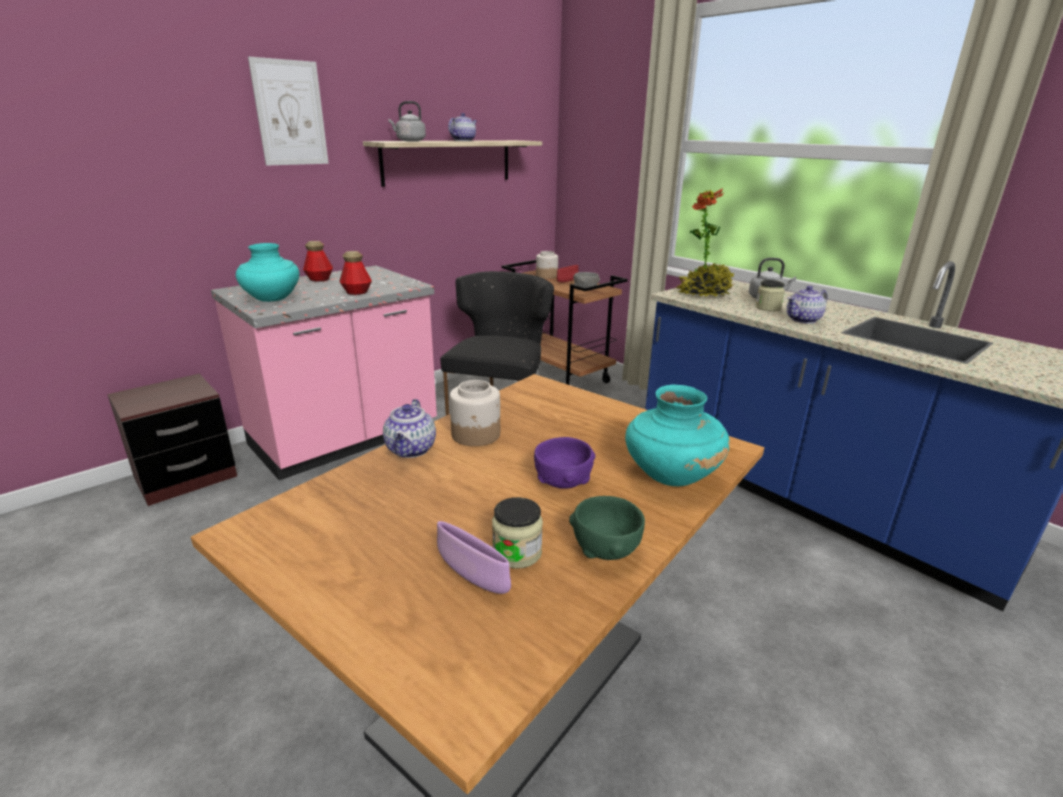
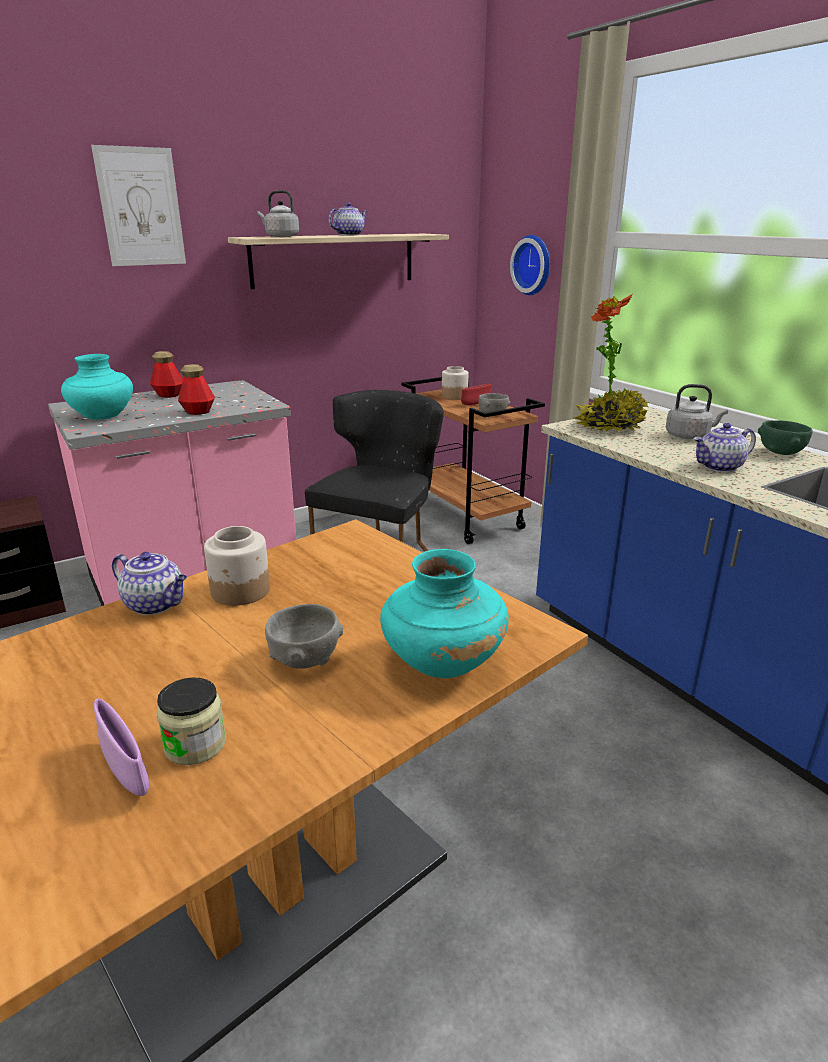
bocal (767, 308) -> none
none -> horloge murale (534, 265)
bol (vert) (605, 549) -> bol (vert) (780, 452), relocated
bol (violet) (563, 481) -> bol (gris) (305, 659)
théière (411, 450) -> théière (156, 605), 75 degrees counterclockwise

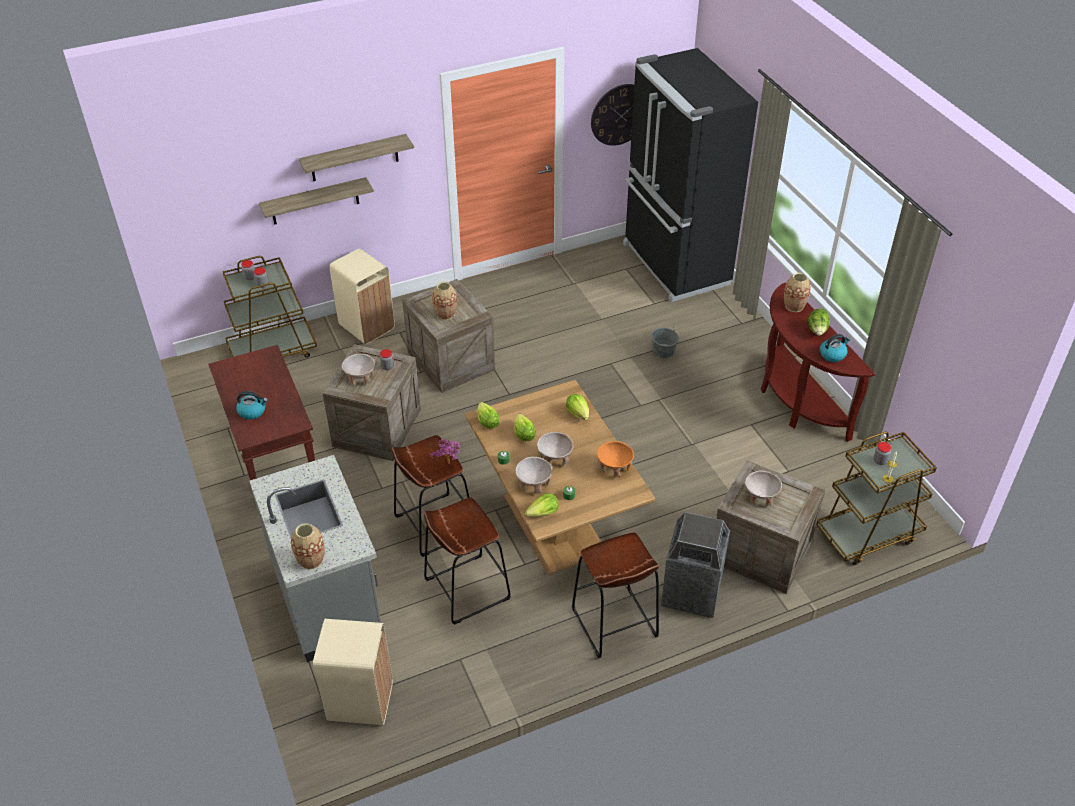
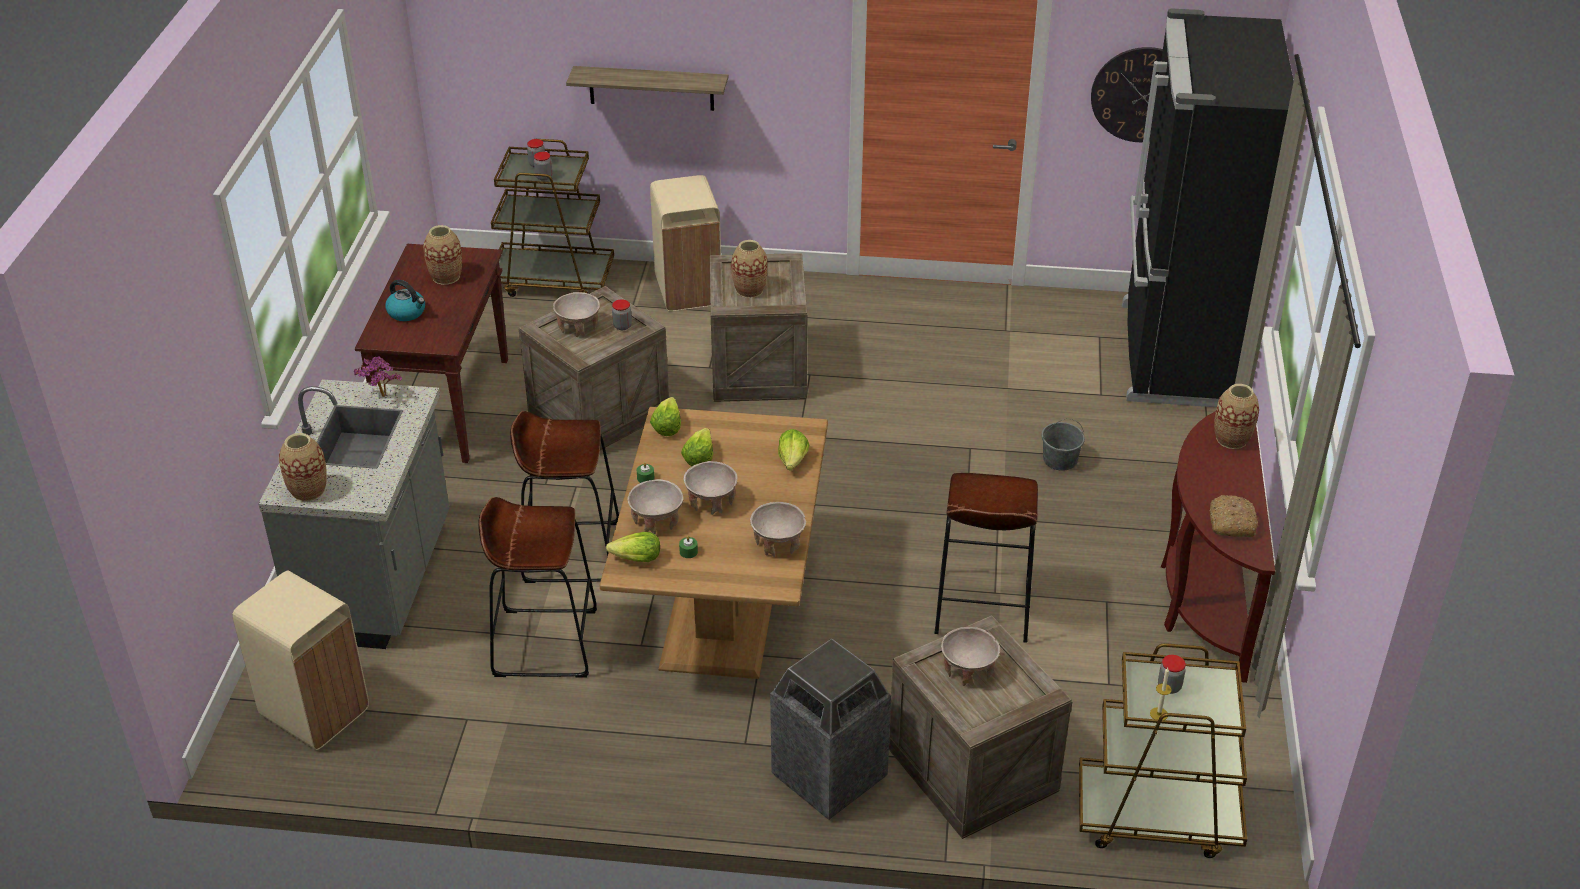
étagère (354, 158) -> none
laitue (817, 331) -> none
none -> vase (446, 277)
plante en pot (449, 465) -> plante en pot (381, 398), relocated
tabouret (marron) (614, 623) -> tabouret (marron) (982, 607), relocated
bouilloire (832, 354) -> pain (1230, 522)
bol (orange) (614, 468) -> bol (beige) (778, 543)

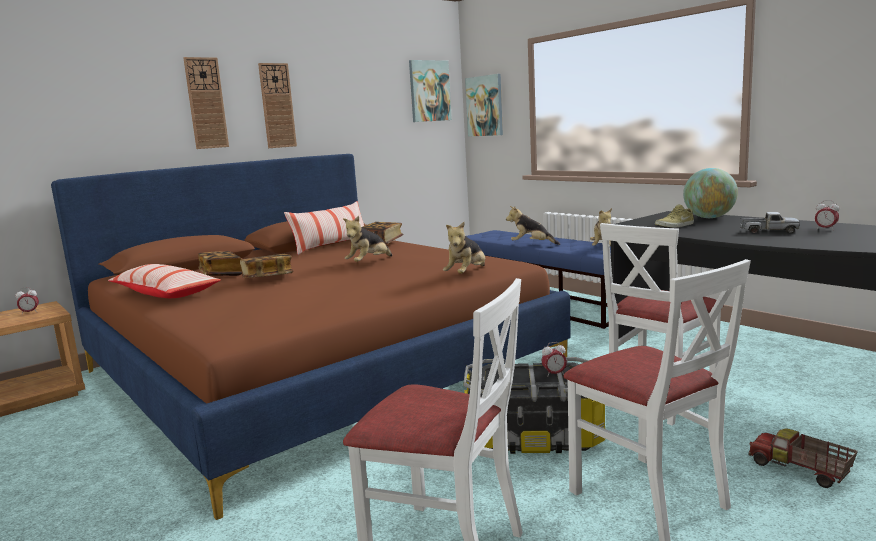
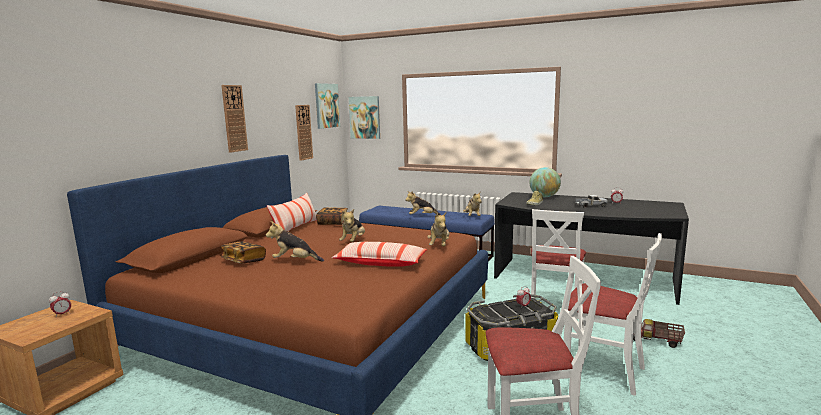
coussin (165, 293) -> coussin (380, 263), relocated
horloge murale (206, 103) -> horloge murale (303, 132), relocated
livre (268, 278) -> peluche (295, 261)

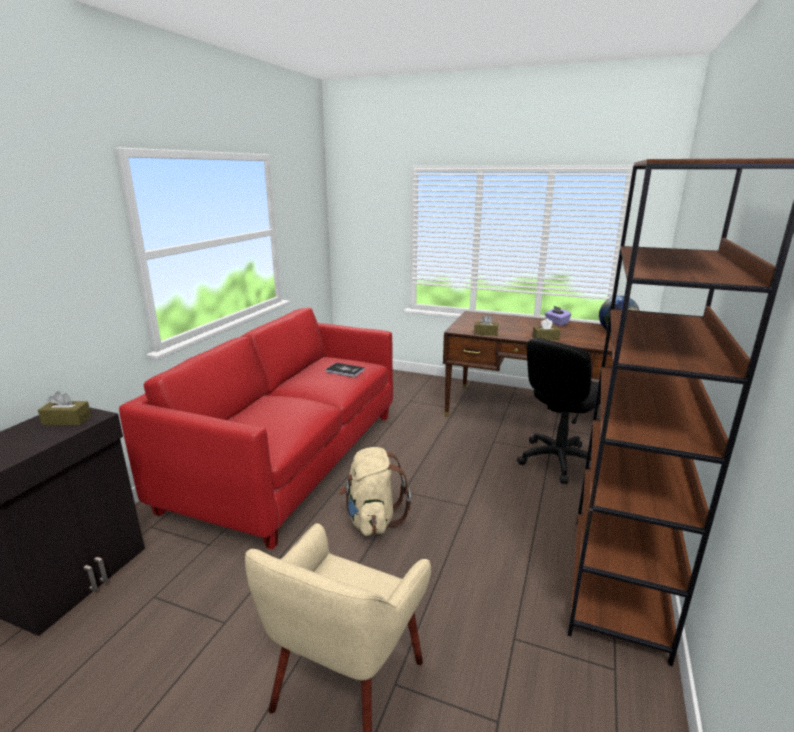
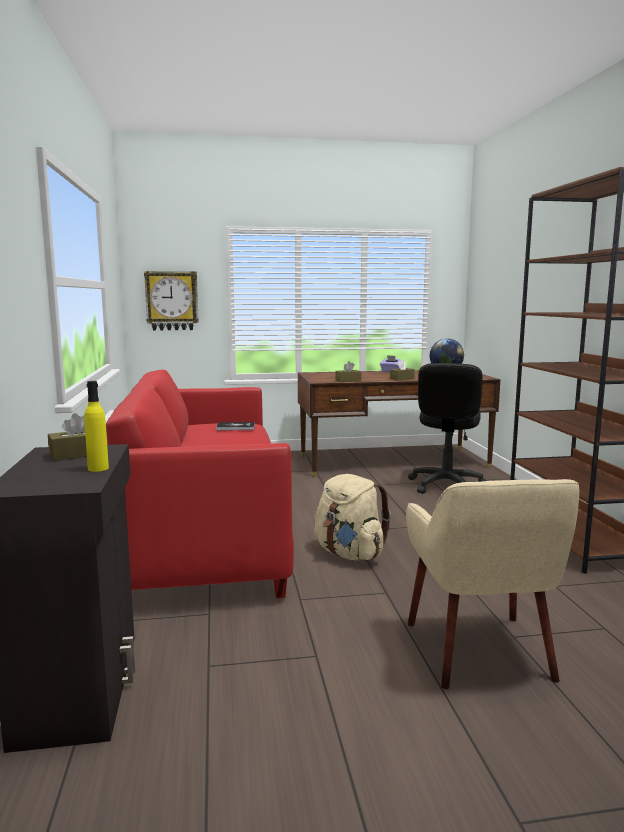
none -> bouteille (jaune) (98, 468)
none -> horloge murale (172, 301)

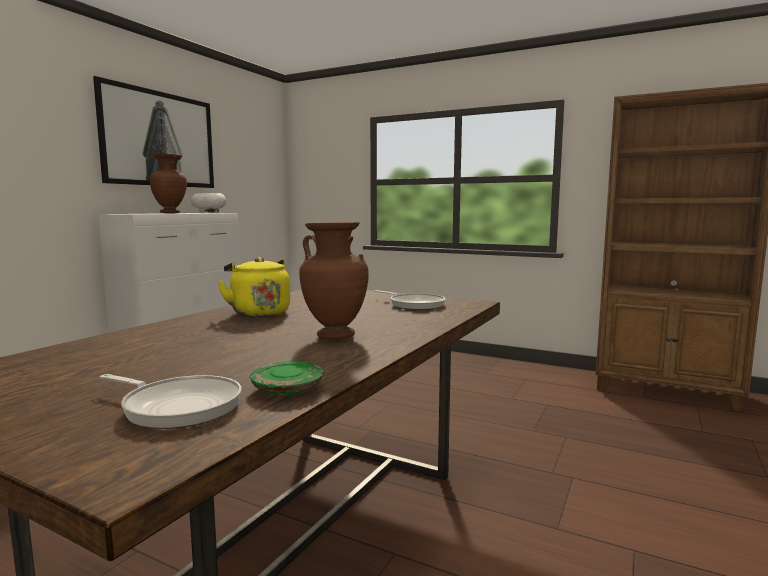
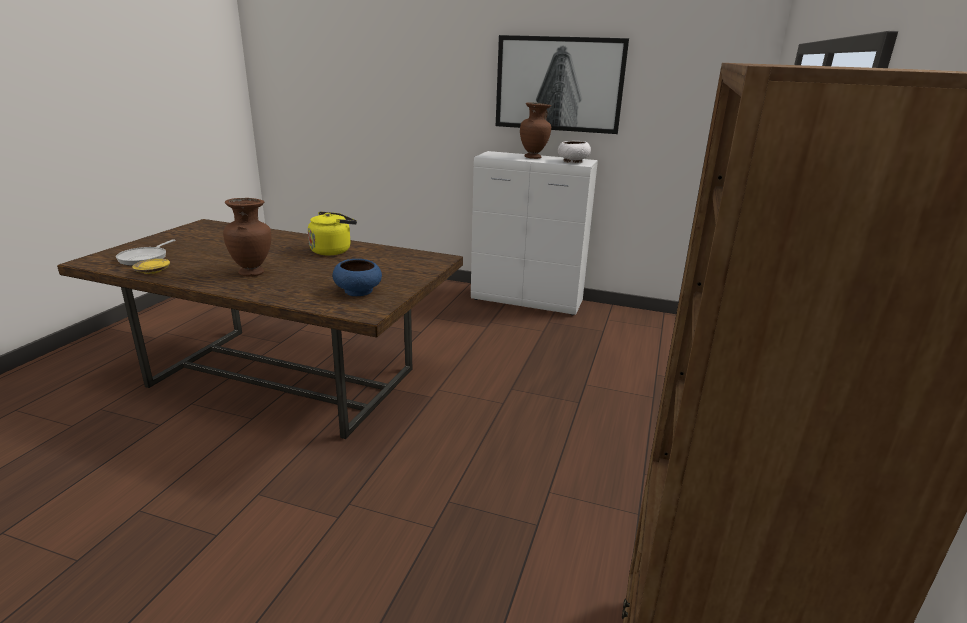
poêle (414, 305) -> bol (bleu) (358, 291)
assiette (vert) (288, 389) -> assiette (jaune) (152, 271)

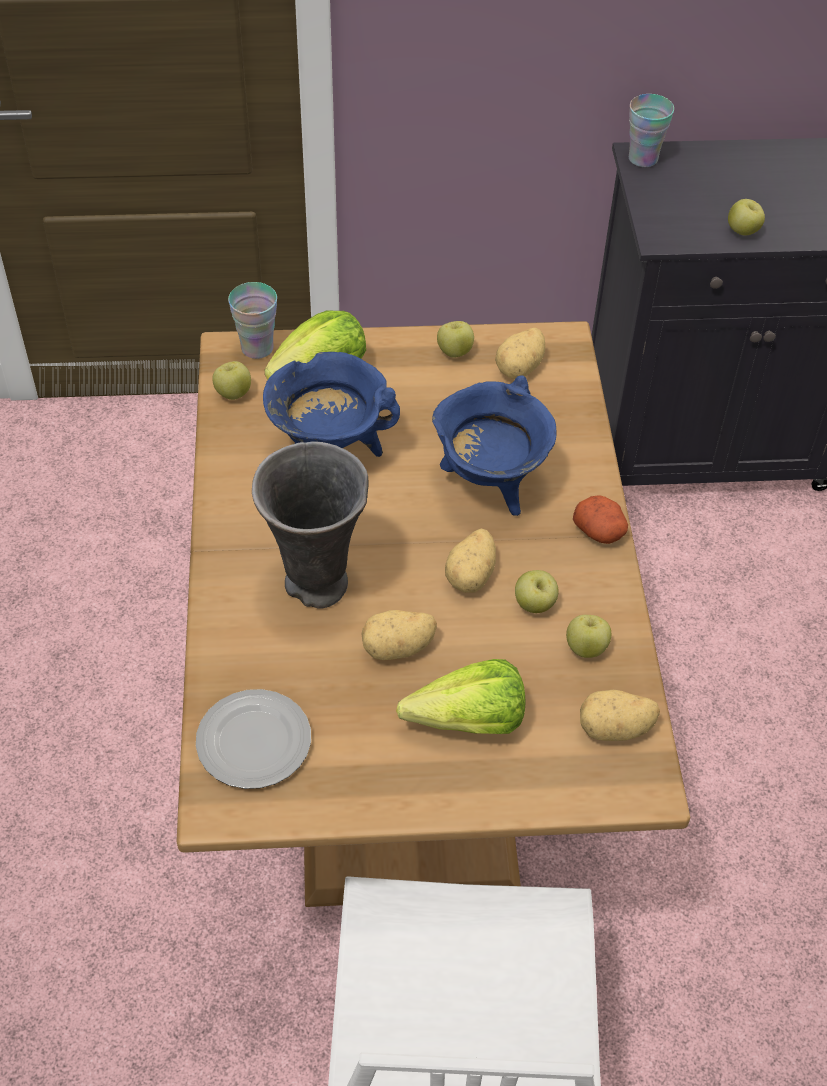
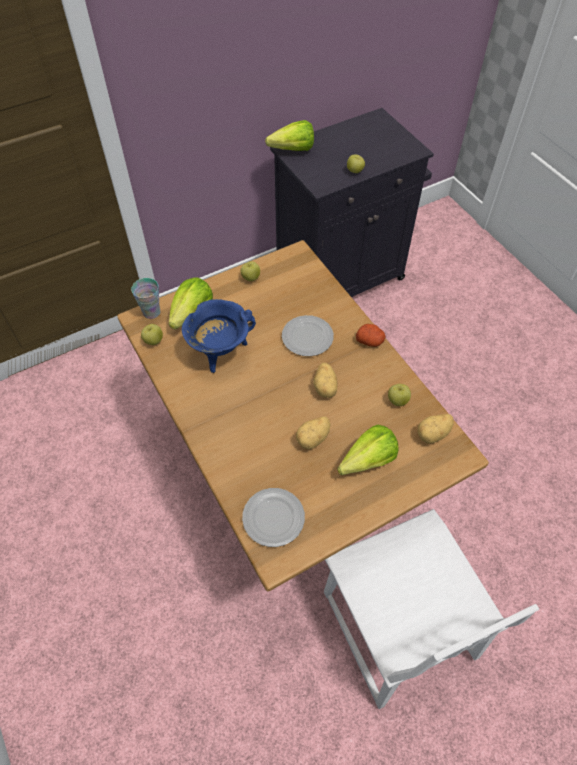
vase (gris) (317, 586) -> none
pomme de terre (521, 368) -> none
pomme (534, 604) -> none
marmite (bleu) (490, 483) -> assiette (307, 337)
tasse (643, 158) -> laitue (289, 150)

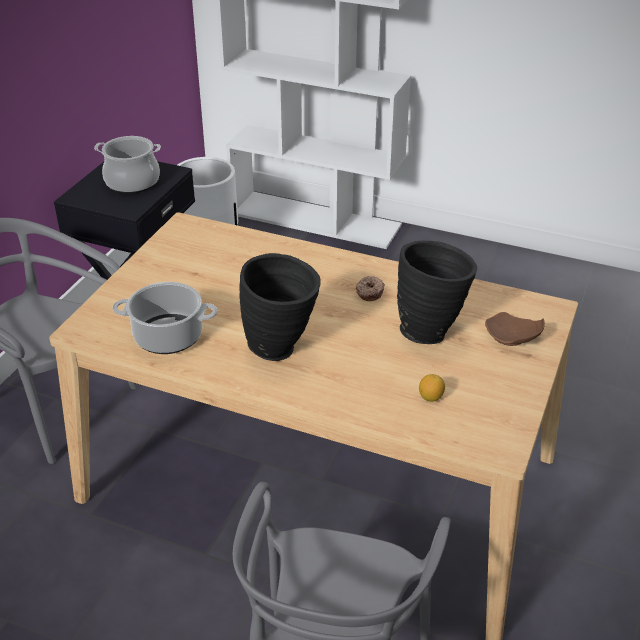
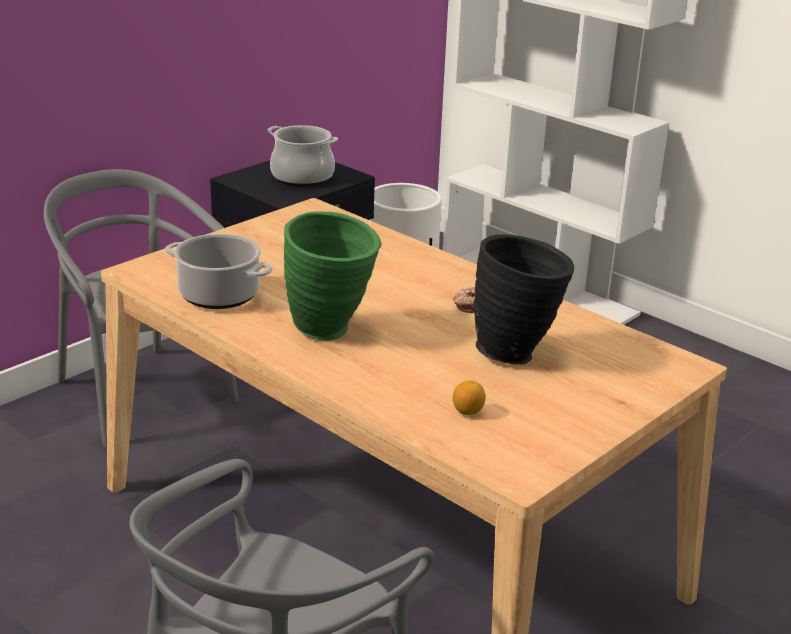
assiette (marron) (512, 338) -> none
vase (noir) (282, 349) -> vase (vert) (331, 332)

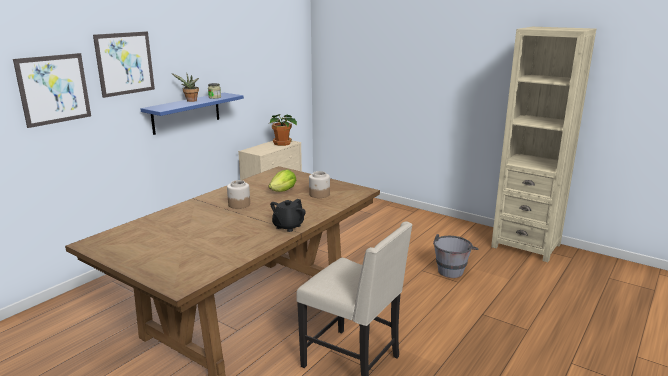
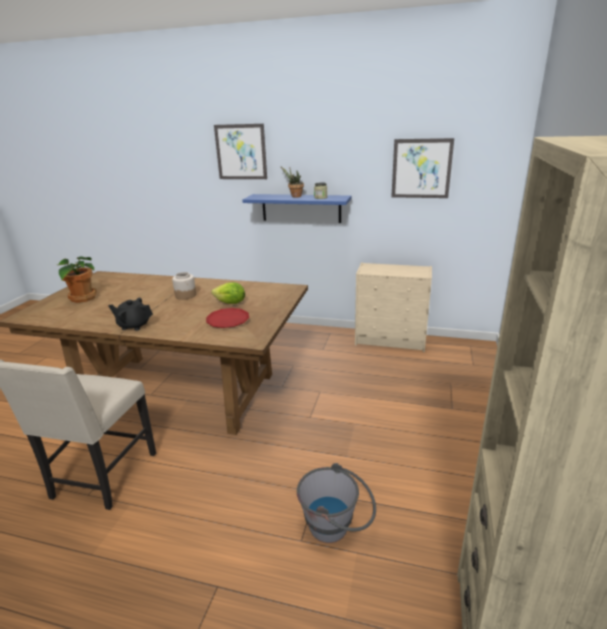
tableau (54, 89) -> tableau (421, 168), relocated
plante en pot (282, 143) -> plante en pot (82, 298), relocated
bocal (319, 194) -> assiette (rouge) (228, 321)

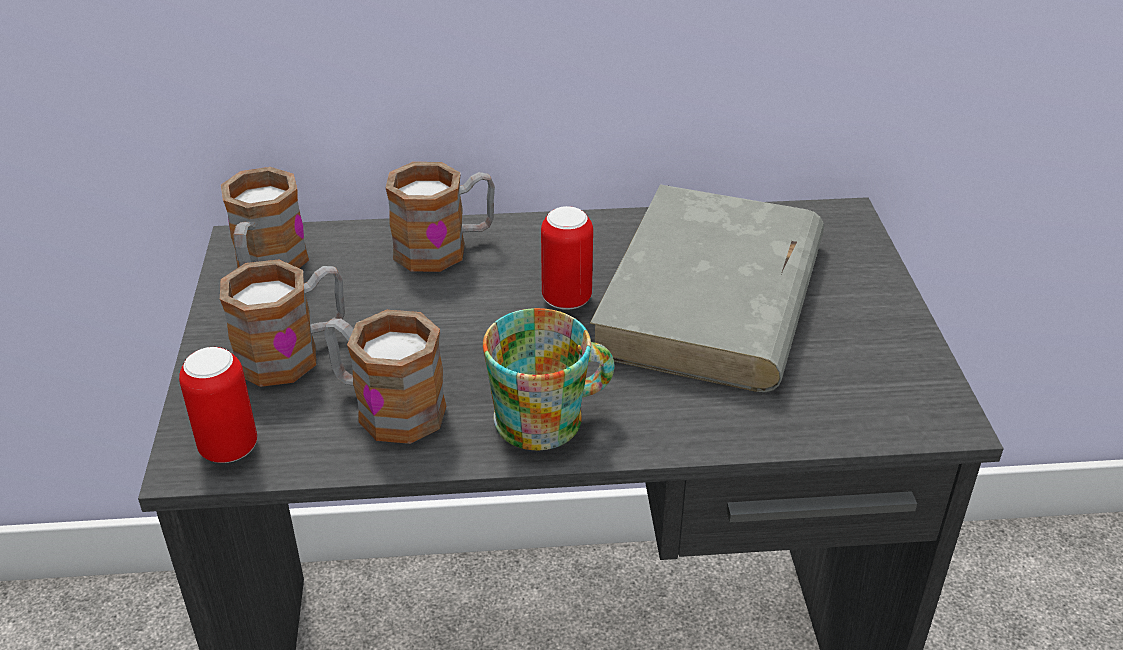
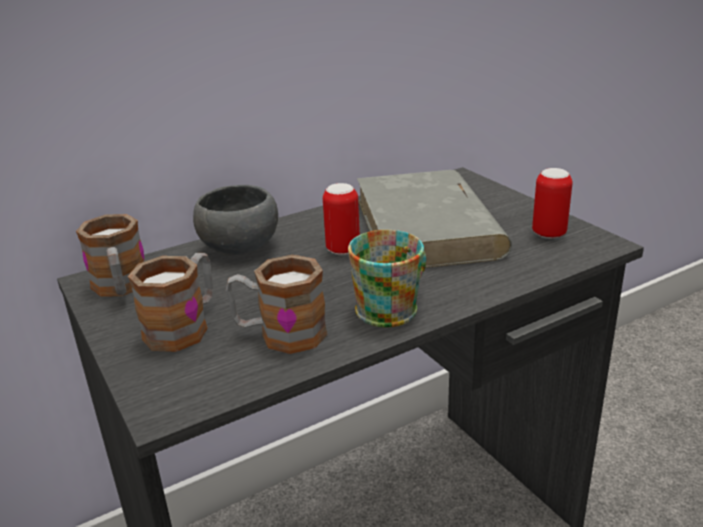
boîte métallique (229, 448) -> boîte métallique (549, 234), relocated
mug (445, 248) -> bol (gris) (240, 246)

